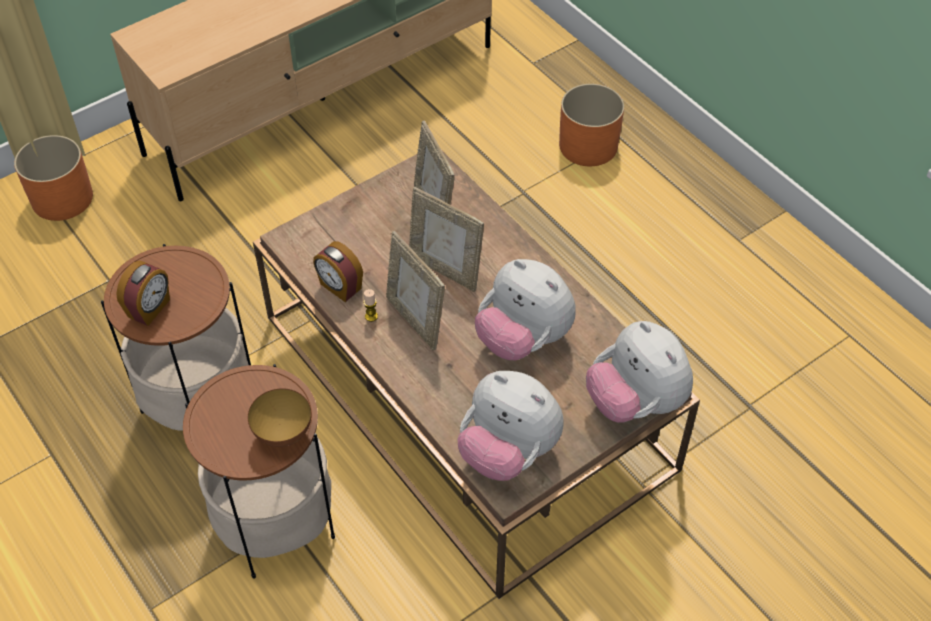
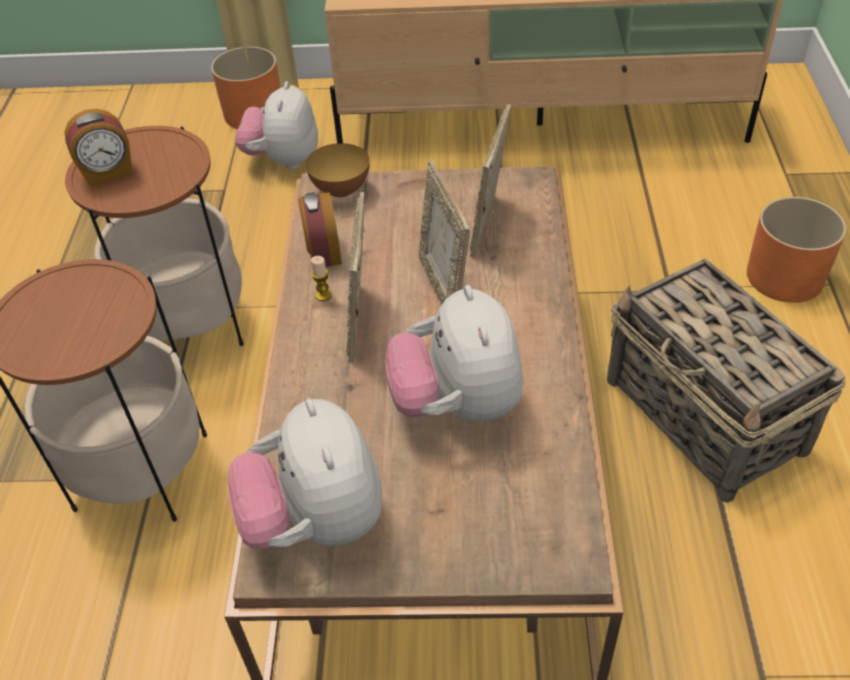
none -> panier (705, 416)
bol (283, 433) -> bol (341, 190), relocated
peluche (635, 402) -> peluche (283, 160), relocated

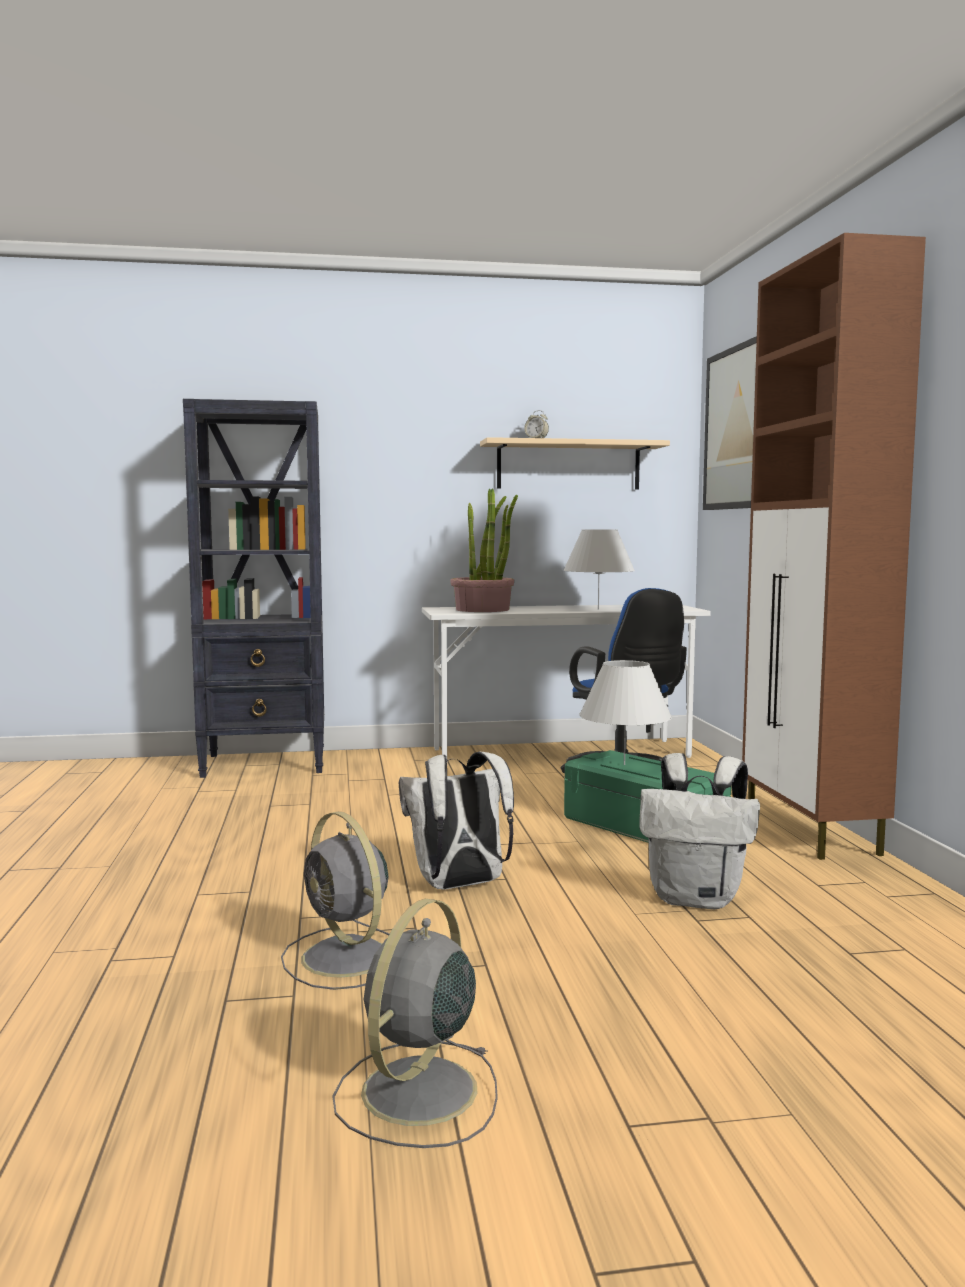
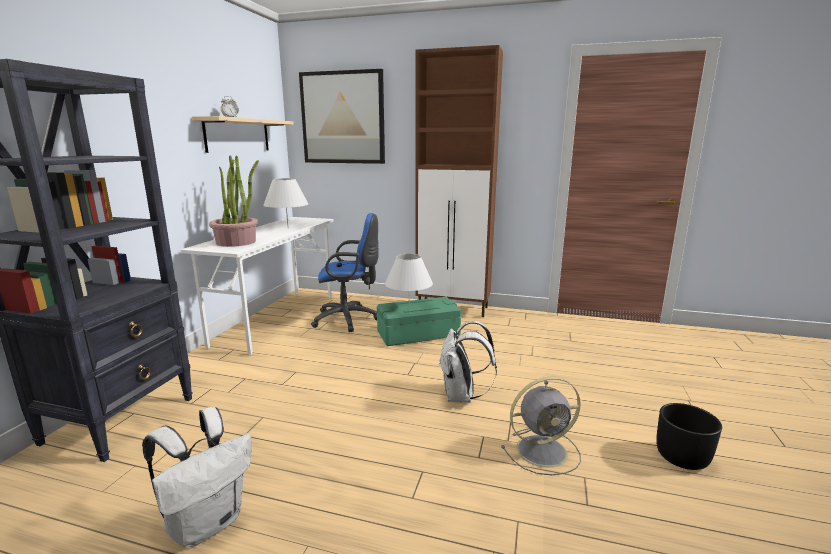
sac à dos (blanc) (697, 899) -> sac à dos (blanc) (207, 522), relocated
ventilateur (gris) (417, 1093) -> cache-pot (noir) (682, 457)

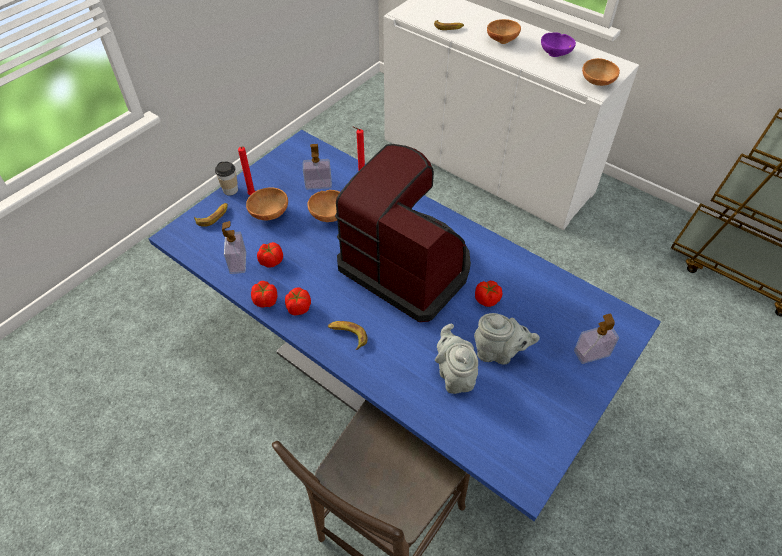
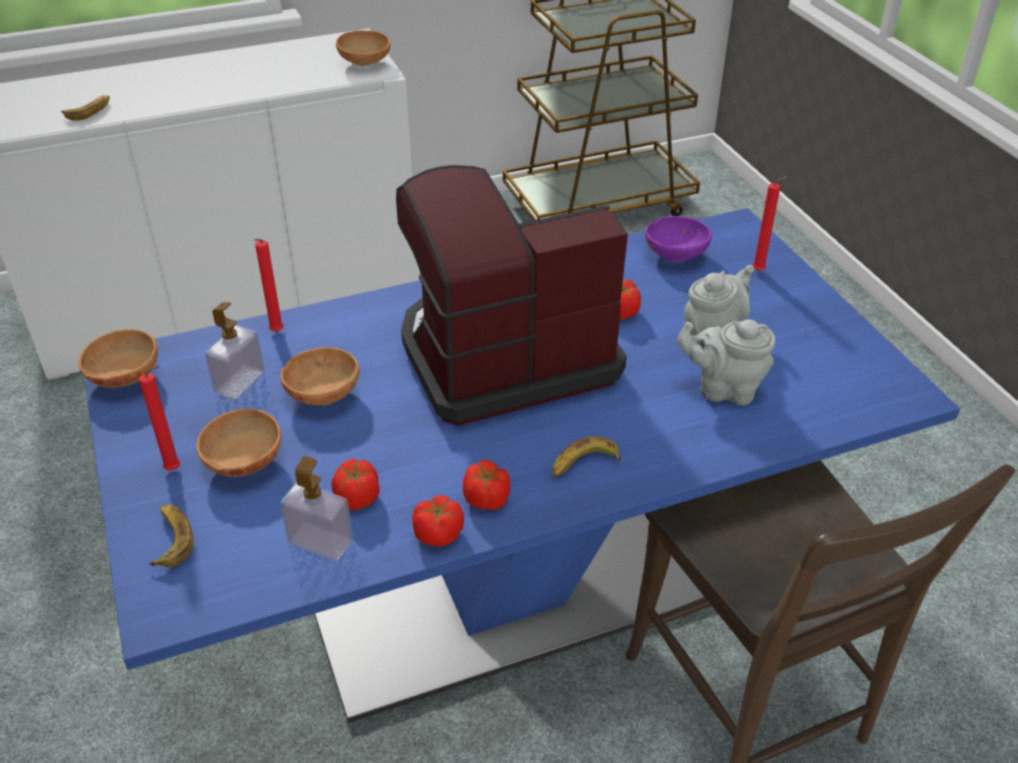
tasse (230, 190) -> none
bol (marron) (501, 40) -> bol (marron) (123, 378), relocated
bol (violet) (556, 54) -> bol (violet) (675, 254), relocated
distributeur de savon (591, 353) -> bougie (rouge) (760, 271)

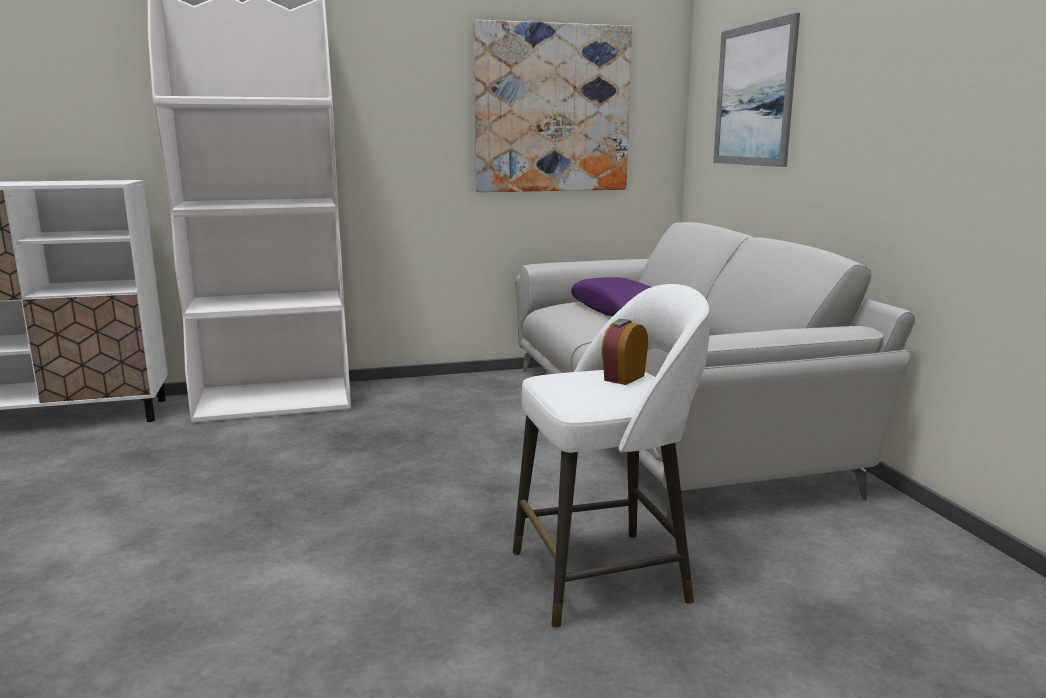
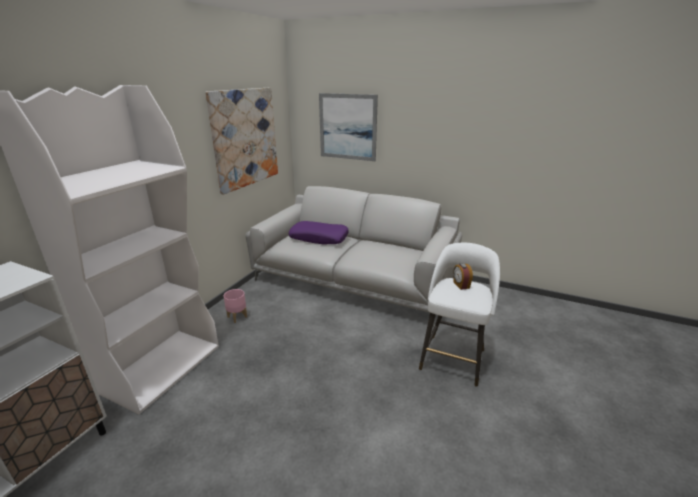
none -> cache-pot (rose) (237, 317)

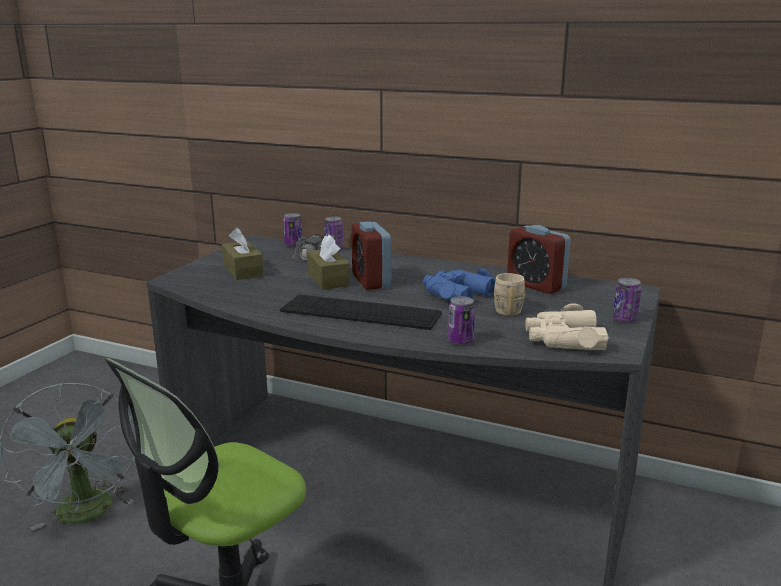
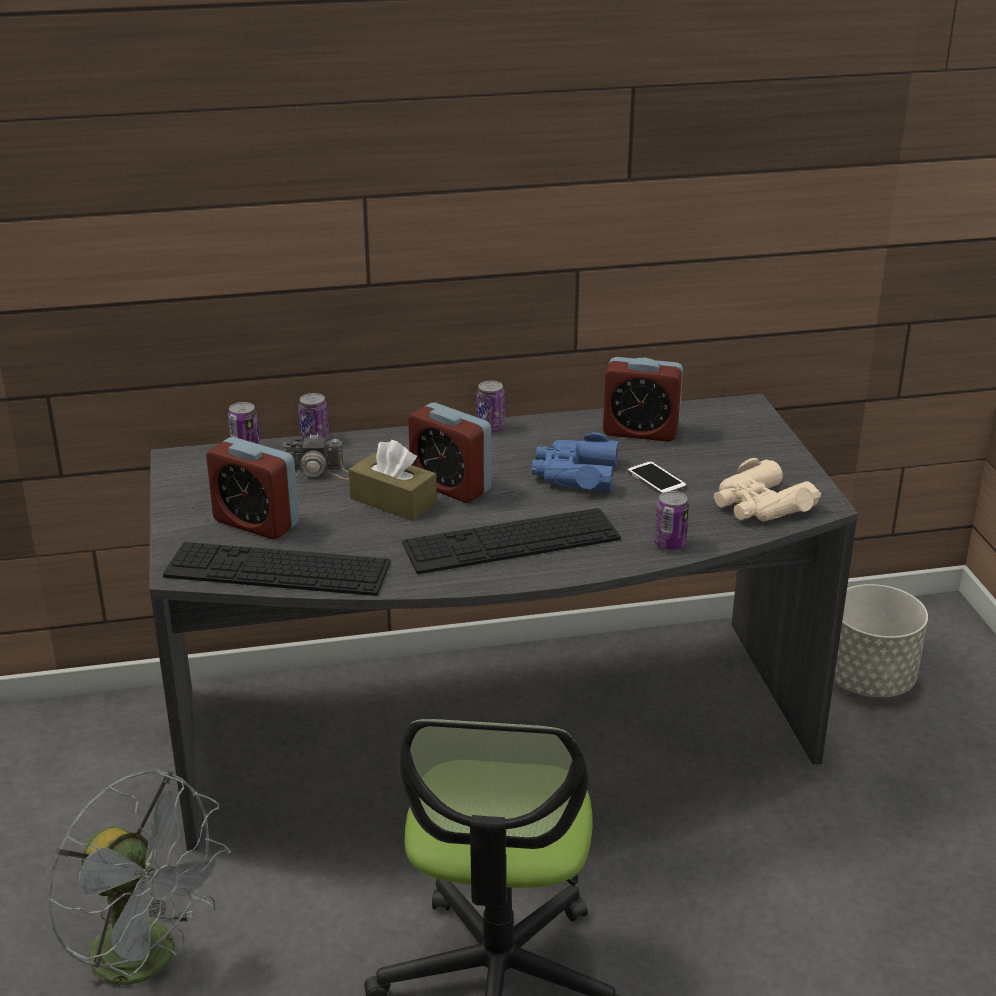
none -> clavier (277, 569)
none -> cache-pot (gris) (868, 680)
boîte métallique (624, 319) -> boîte métallique (490, 428), relocated
boîte à mouchoirs (marron) (243, 270) -> réveil (256, 523)
mug (beige) (507, 308) -> téléphone (656, 479)

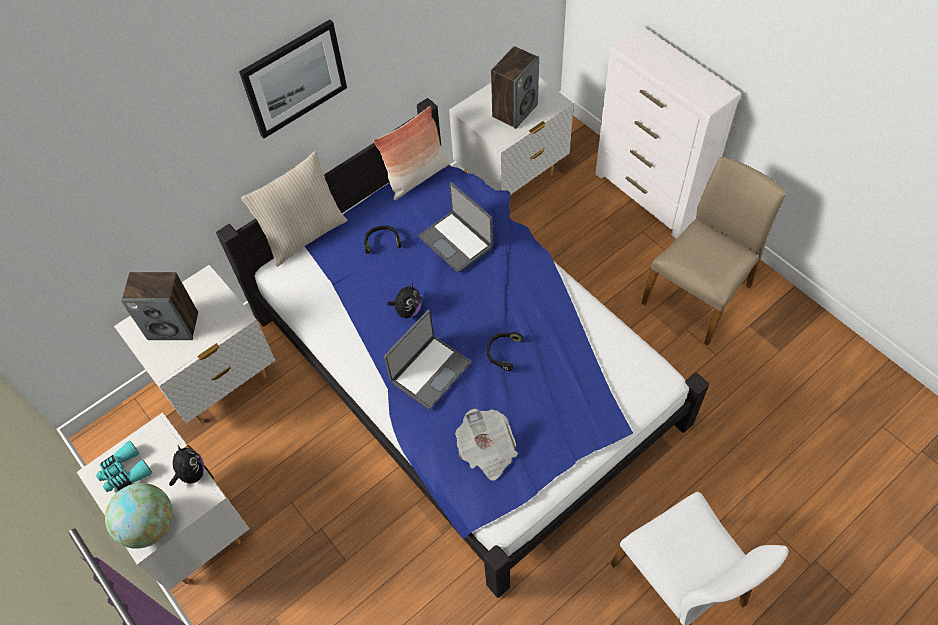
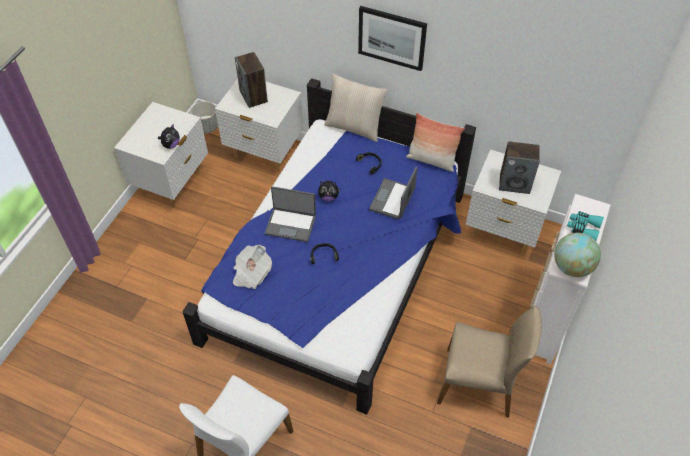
none -> cache-pot (gris) (207, 127)
jumelles (turquoise) (125, 472) -> jumelles (turquoise) (583, 228), relocated
globe (150, 526) -> globe (572, 267), relocated

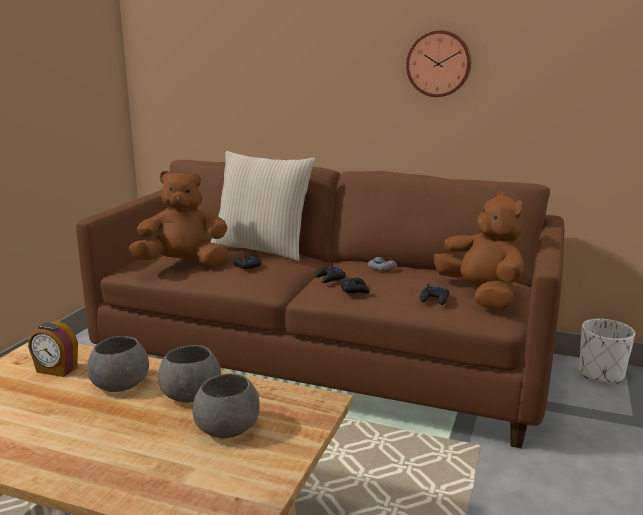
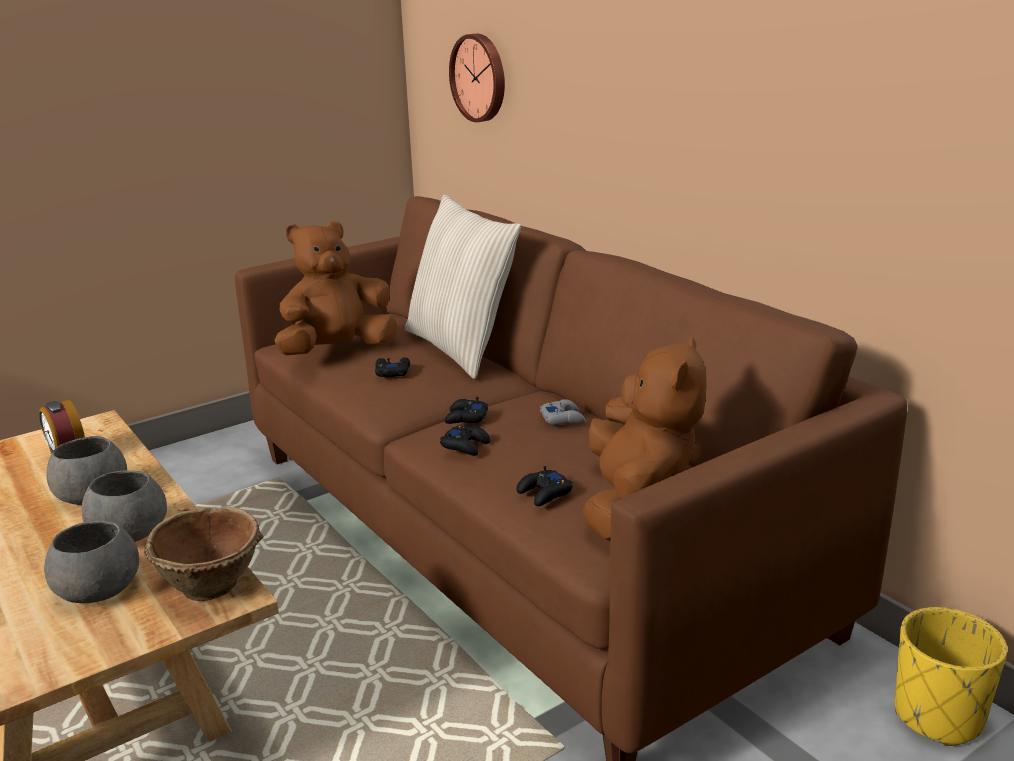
none -> bol (marron) (212, 585)
horloge murale (439, 63) -> horloge murale (480, 77), relocated
cache-pot (blanc) (601, 374) -> cache-pot (jaune) (938, 716)
peluche (marron) (183, 264) -> peluche (marron) (337, 351), 60 degrees counterclockwise

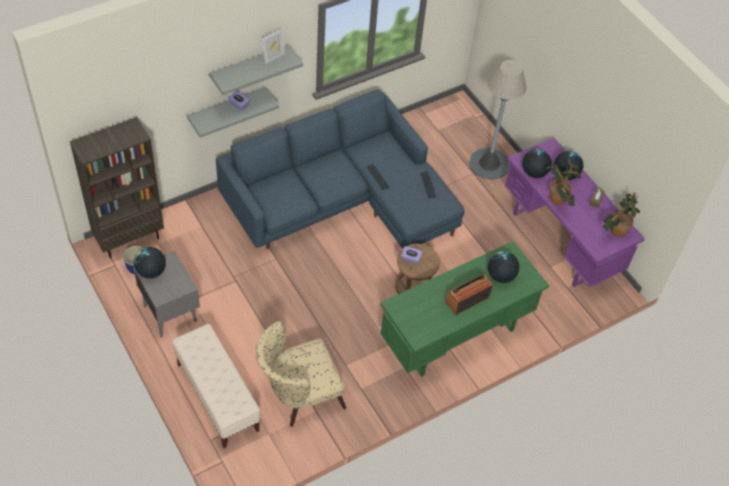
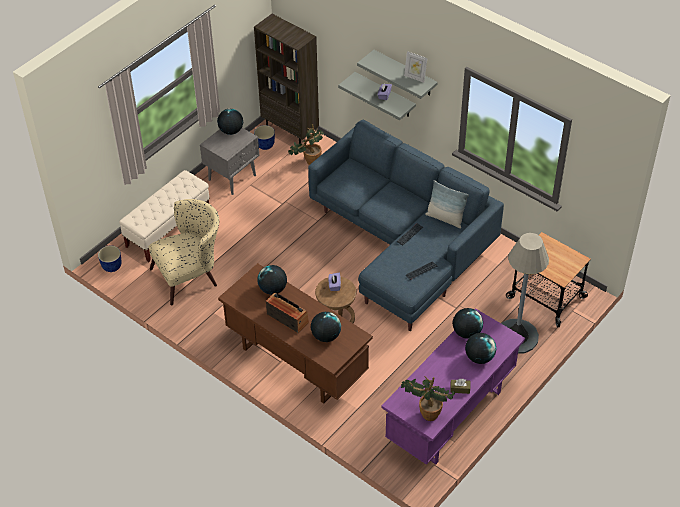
none -> cache-pot (111, 267)
none -> globe (273, 289)
none -> coussin (445, 218)
none -> chariot (546, 297)
plante en pot (557, 202) -> plante en pot (309, 161), relocated
bureau (vert) (455, 337) -> bureau (marron) (295, 362)
fauteuil (beige) (298, 394) -> fauteuil (beige) (191, 275), 105 degrees clockwise

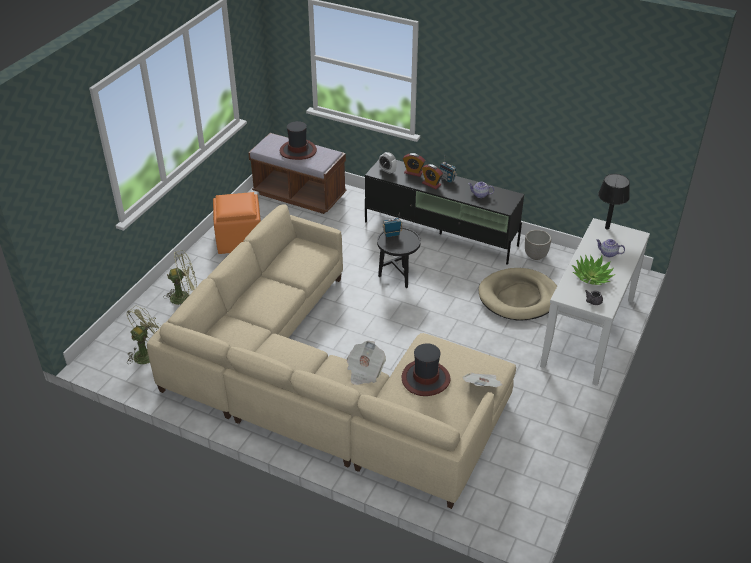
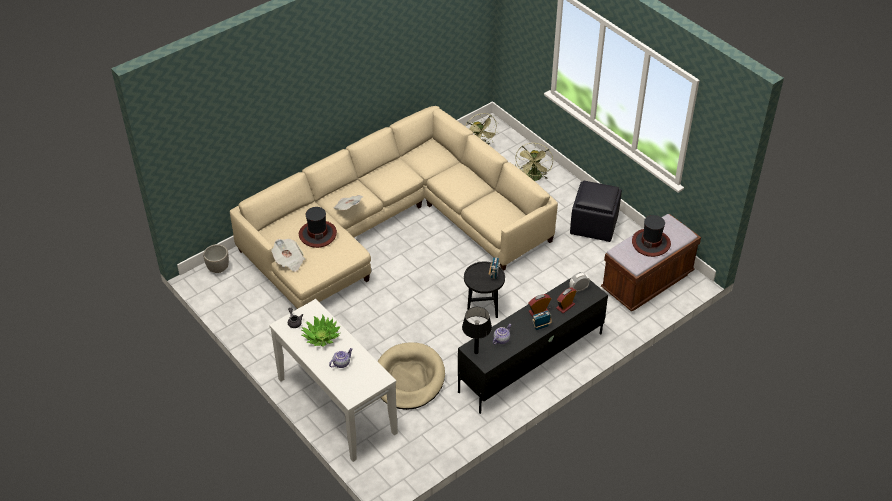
cache-pot (535, 256) -> cache-pot (218, 268), relocated
lampe de table (noir) (607, 228) -> lampe de table (noir) (476, 352), relocated
pouf (orange) (239, 239) -> pouf (noir) (594, 225)

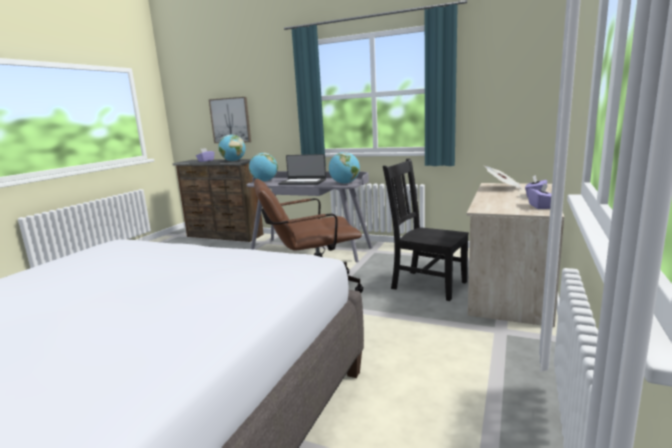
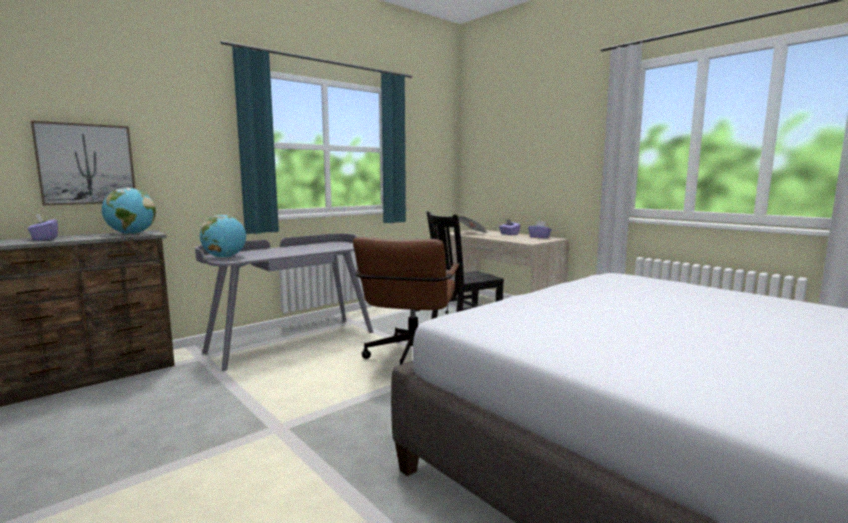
ordinateur portable (303, 182) -> none
globe (344, 183) -> none

